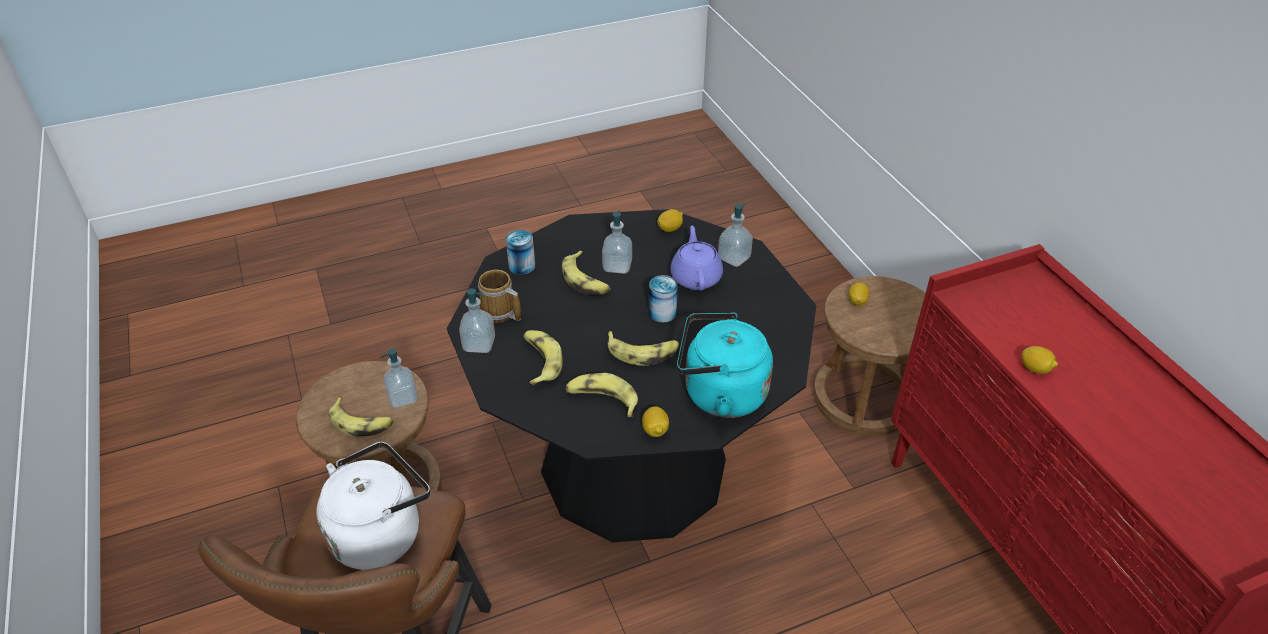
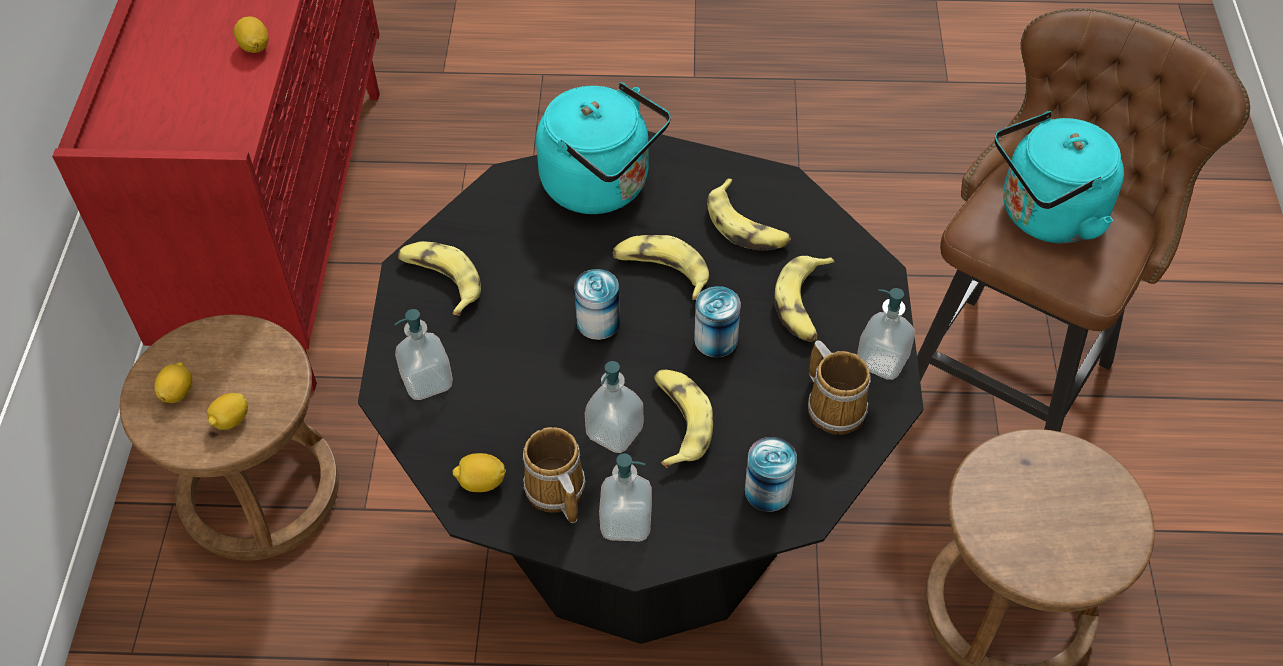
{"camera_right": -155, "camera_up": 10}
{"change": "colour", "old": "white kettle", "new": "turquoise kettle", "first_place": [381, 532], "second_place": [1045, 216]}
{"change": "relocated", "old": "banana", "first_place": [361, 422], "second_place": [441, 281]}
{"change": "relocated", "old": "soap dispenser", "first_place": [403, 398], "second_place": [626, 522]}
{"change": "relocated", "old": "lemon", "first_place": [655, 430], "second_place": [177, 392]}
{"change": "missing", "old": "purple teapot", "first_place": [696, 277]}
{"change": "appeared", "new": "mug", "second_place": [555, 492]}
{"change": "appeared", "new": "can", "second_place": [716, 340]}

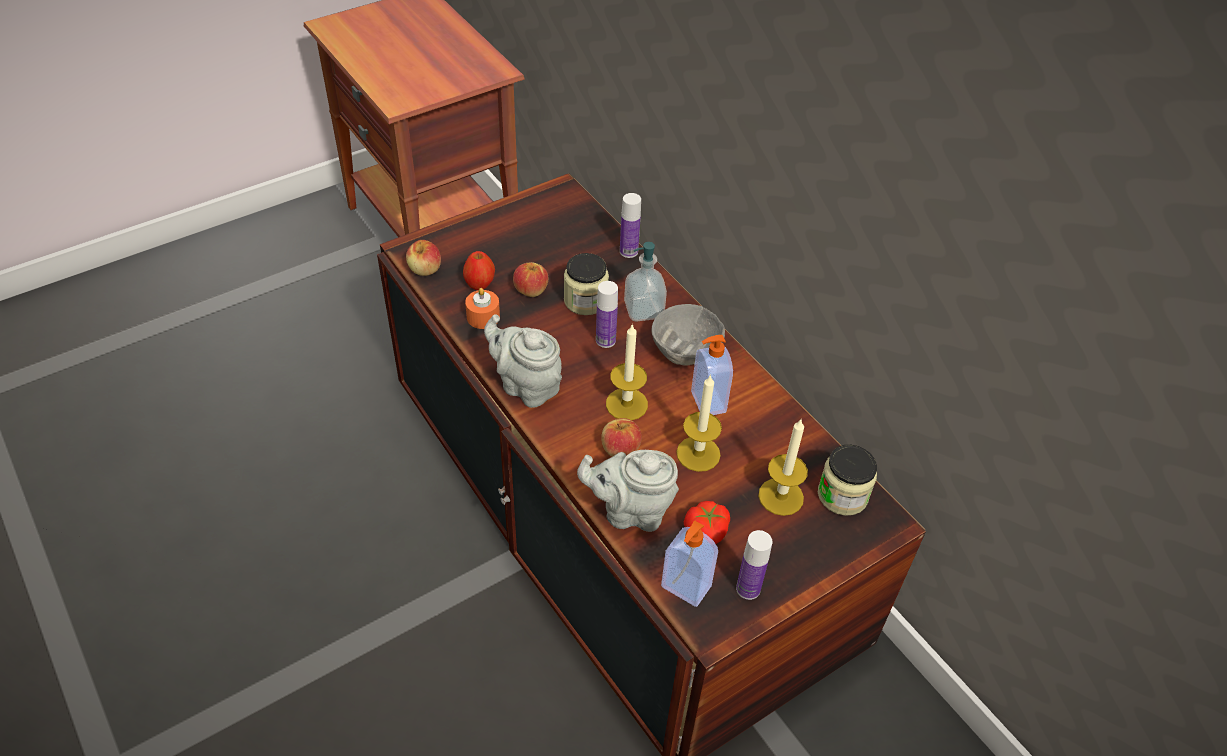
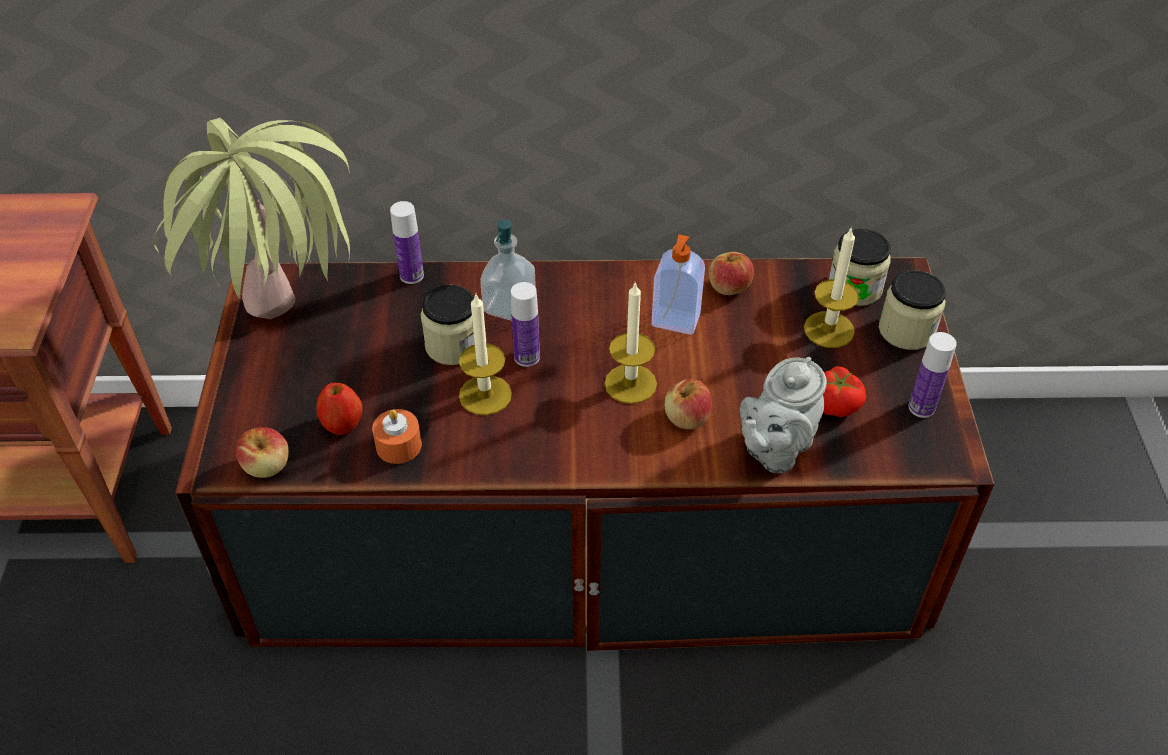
{"camera_right": -55, "camera_up": 0}
{"change": "missing", "old": "grey teapot", "first_place": [526, 386]}
{"change": "relocated", "old": "apple", "first_place": [530, 290], "second_place": [728, 287]}
{"change": "missing", "old": "grey bowl", "first_place": [686, 350]}
{"change": "missing", "old": "soap dispenser", "first_place": [685, 588]}
{"change": "relocated", "old": "candle", "first_place": [698, 454], "second_place": [485, 395]}
{"change": "appeared", "new": "potted plant", "second_place": [288, 346]}
{"change": "appeared", "new": "jar", "second_place": [906, 330]}

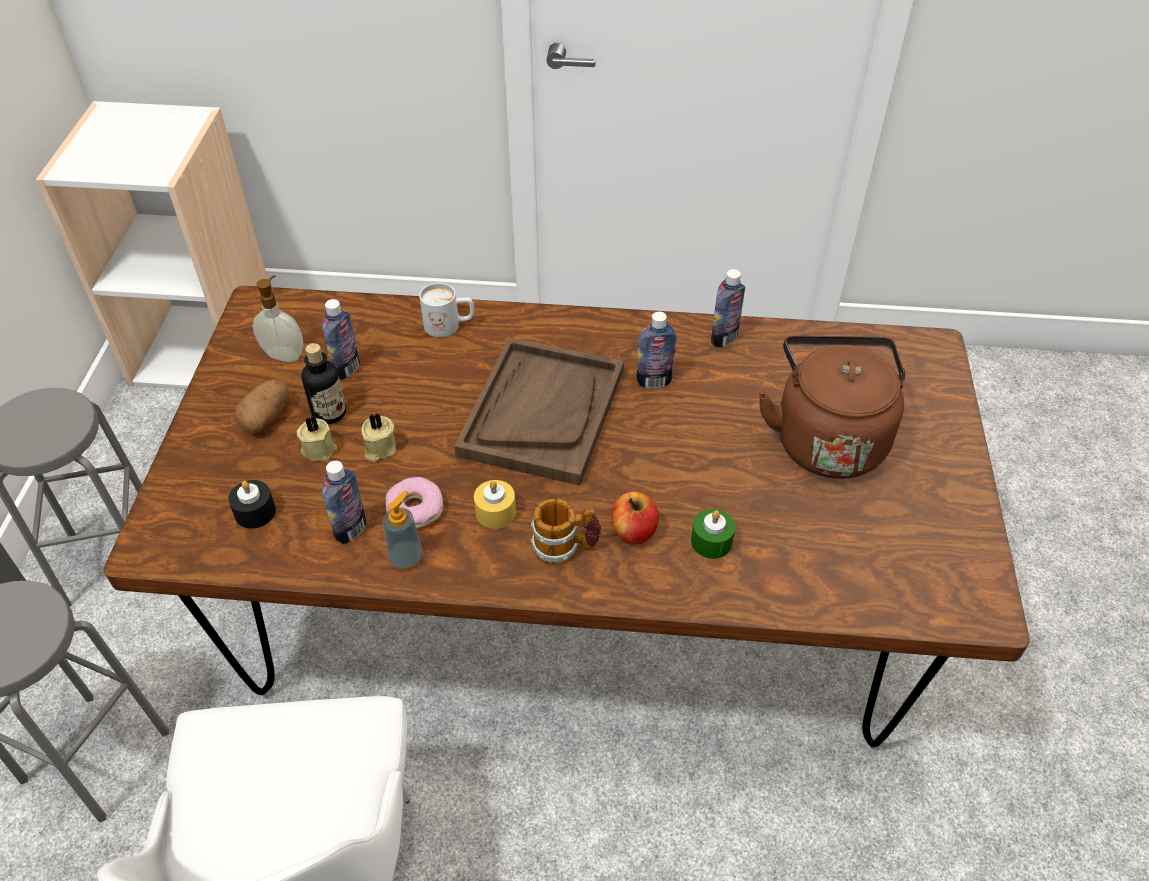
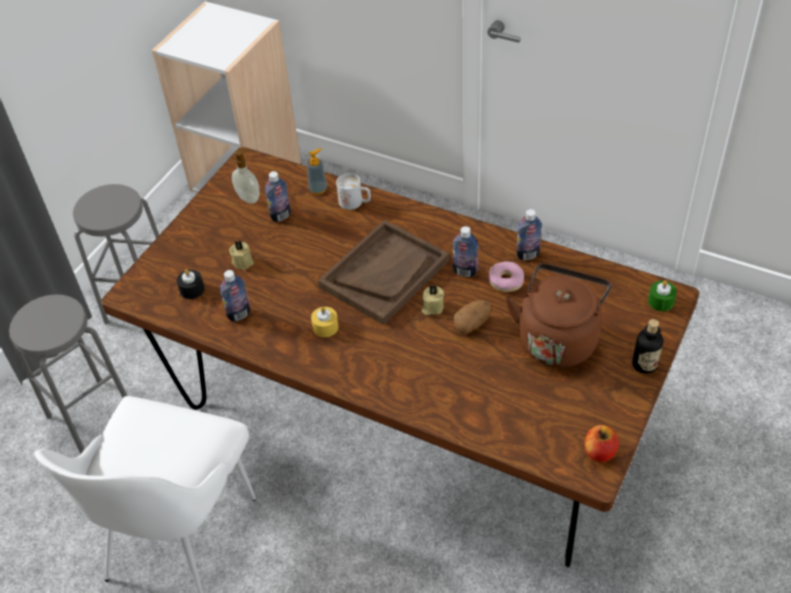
{"camera_right": 25, "camera_up": 0}
{"change": "relocated", "old": "potato", "first_place": [267, 417], "second_place": [472, 324]}
{"change": "relocated", "old": "bottle", "first_place": [329, 413], "second_place": [644, 364]}
{"change": "relocated", "old": "beige candle", "first_place": [379, 448], "second_place": [432, 307]}
{"change": "relocated", "old": "soap dispenser", "first_place": [406, 558], "second_place": [318, 189]}
{"change": "relocated", "old": "donut", "first_place": [415, 509], "second_place": [506, 281]}
{"change": "missing", "old": "mug", "first_place": [565, 547]}
{"change": "relocated", "old": "apple", "first_place": [634, 531], "second_place": [599, 452]}
{"change": "relocated", "old": "green candle", "first_place": [711, 541], "second_place": [661, 301]}

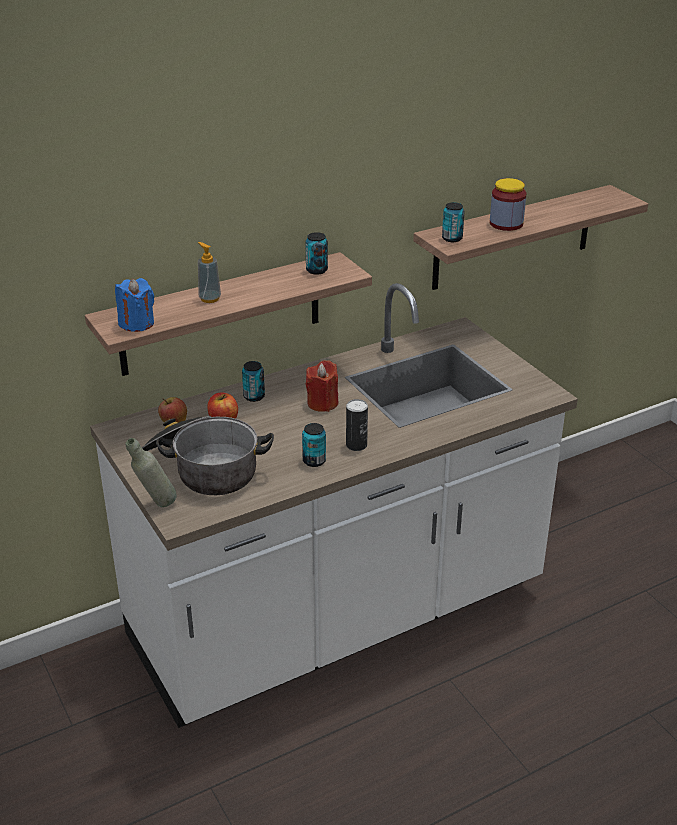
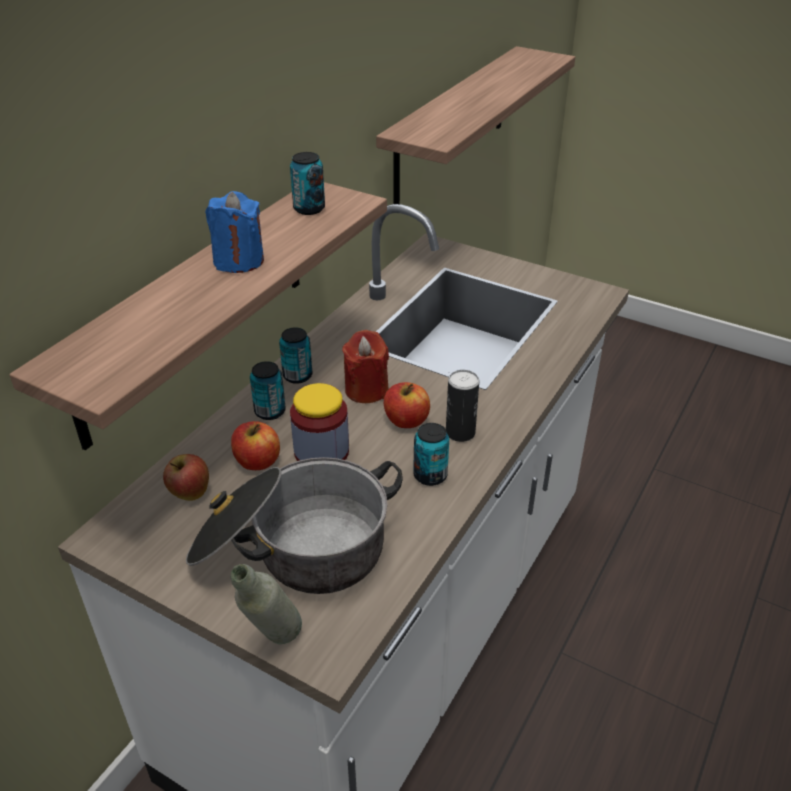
{"camera_right": -30, "camera_up": 5}
{"change": "relocated", "old": "blue candle", "first_place": [137, 323], "second_place": [239, 261]}
{"change": "missing", "old": "soap dispenser", "first_place": [210, 298]}
{"change": "relocated", "old": "can", "first_place": [452, 238], "second_place": [297, 376]}
{"change": "relocated", "old": "jar", "first_place": [506, 224], "second_place": [321, 452]}
{"change": "appeared", "new": "apple", "second_place": [406, 420]}

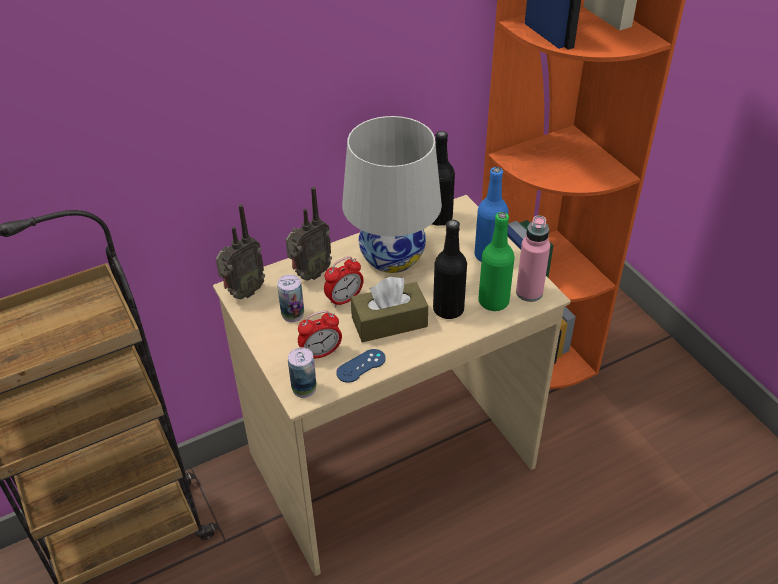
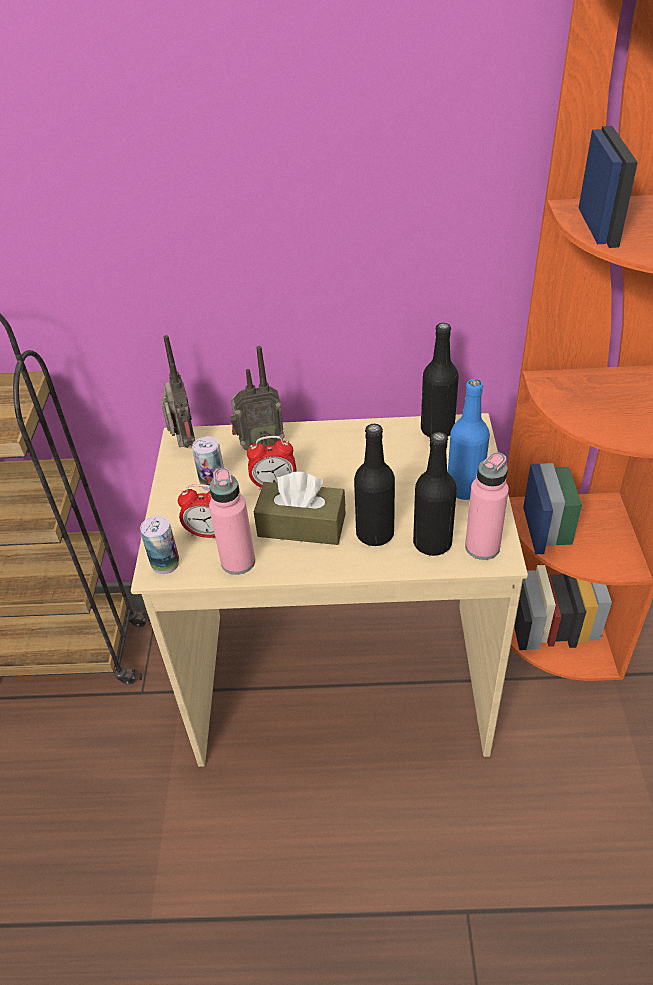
{"camera_right": 30, "camera_up": 0}
{"change": "spun", "old": "radio", "first_place": [243, 292], "second_place": [184, 445], "degrees": -90}
{"change": "exchanged", "old": "blue game controller", "new": "pink bottle", "first_place": [361, 366], "second_place": [238, 561]}
{"change": "missing", "old": "white table lamp", "first_place": [392, 256]}
{"change": "colour", "old": "green bottle", "new": "black bottle", "first_place": [493, 301], "second_place": [432, 543]}

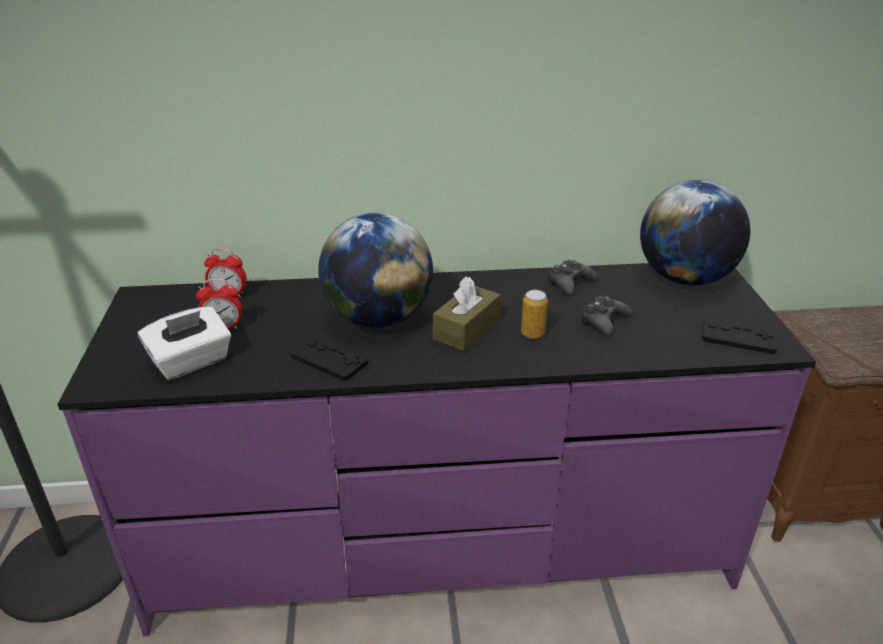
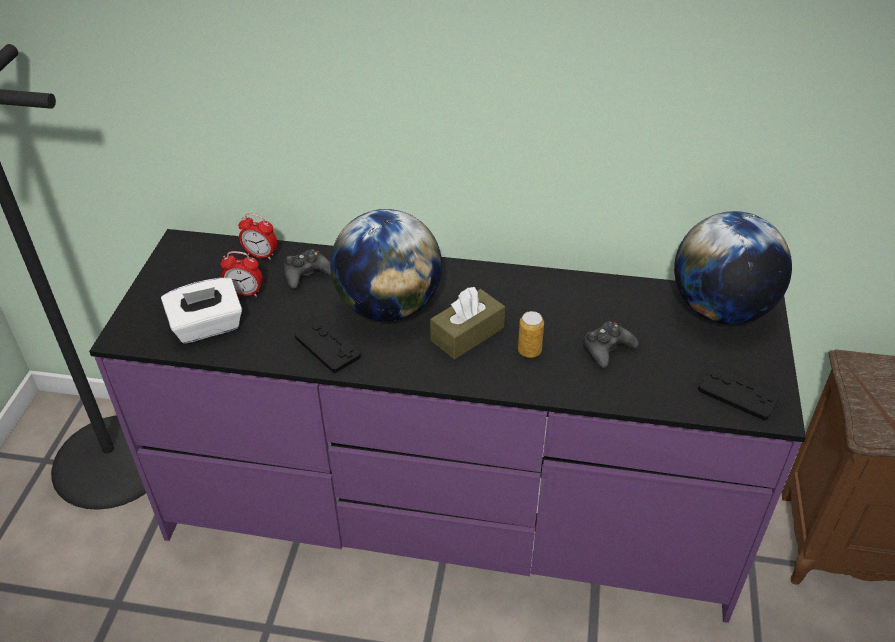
{"camera_right": 15, "camera_up": 10}
{"change": "relocated", "old": "black game controller", "first_place": [569, 283], "second_place": [307, 274]}

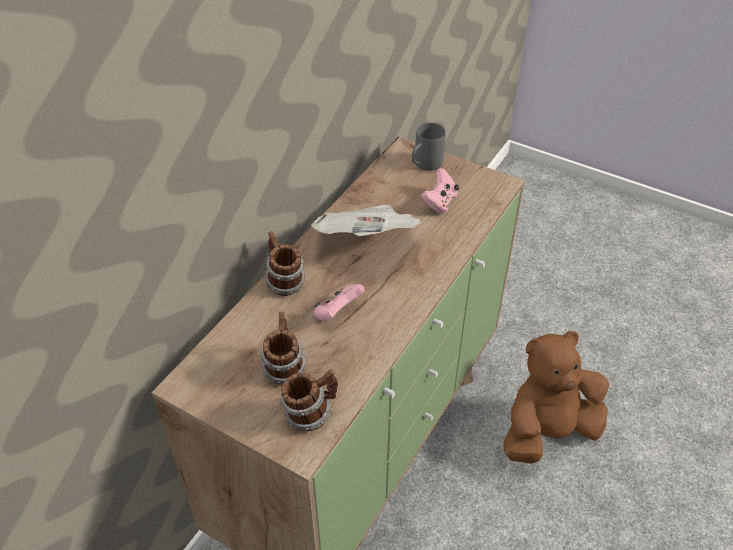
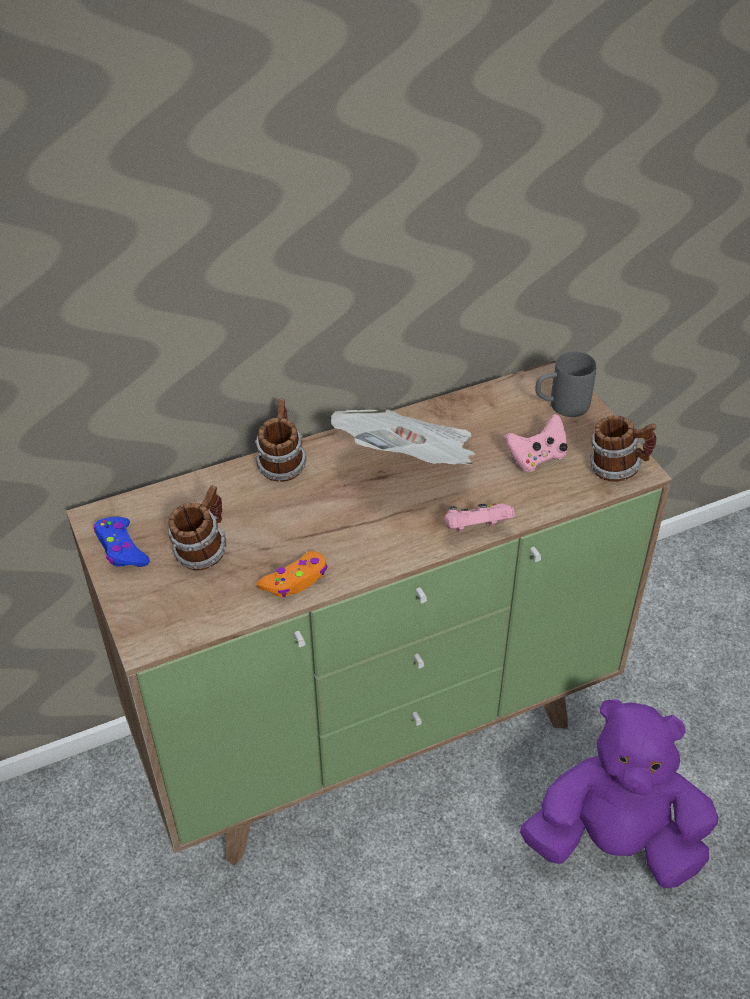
{"camera_right": 35, "camera_up": 0}
{"change": "relocated", "old": "mug", "first_place": [311, 413], "second_place": [617, 469]}
{"change": "relocated", "old": "pink game controller", "first_place": [337, 313], "second_place": [475, 529]}
{"change": "colour", "old": "brown plush toy", "new": "purple plush toy", "first_place": [547, 431], "second_place": [614, 842]}
{"change": "appeared", "new": "blue game controller", "second_place": [121, 549]}
{"change": "appeared", "new": "orange game controller", "second_place": [295, 580]}

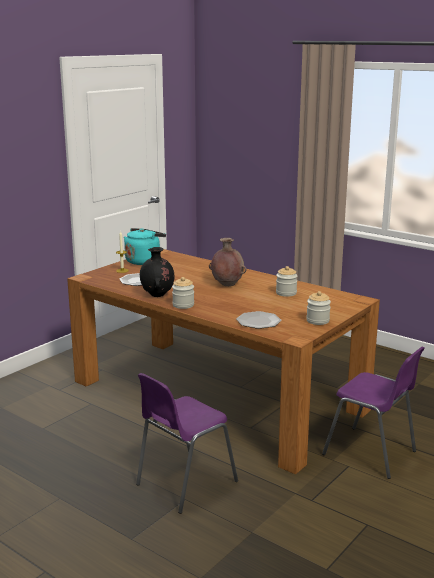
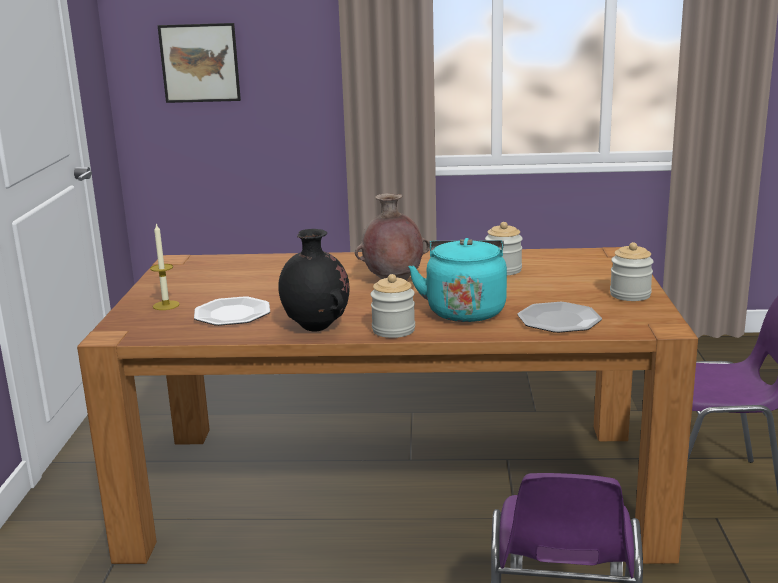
{"camera_right": -35, "camera_up": 0}
{"change": "relocated", "old": "turquoise kettle", "first_place": [144, 261], "second_place": [465, 310]}
{"change": "appeared", "new": "picture", "second_place": [200, 63]}

